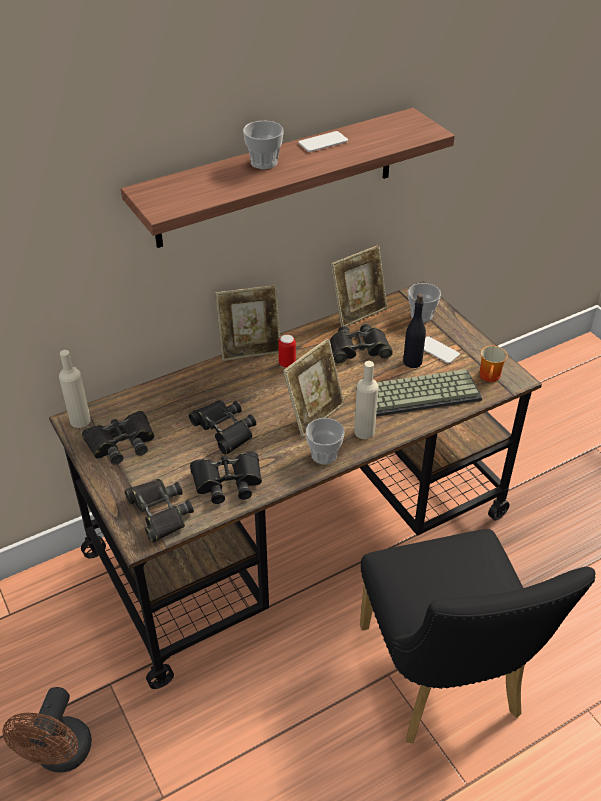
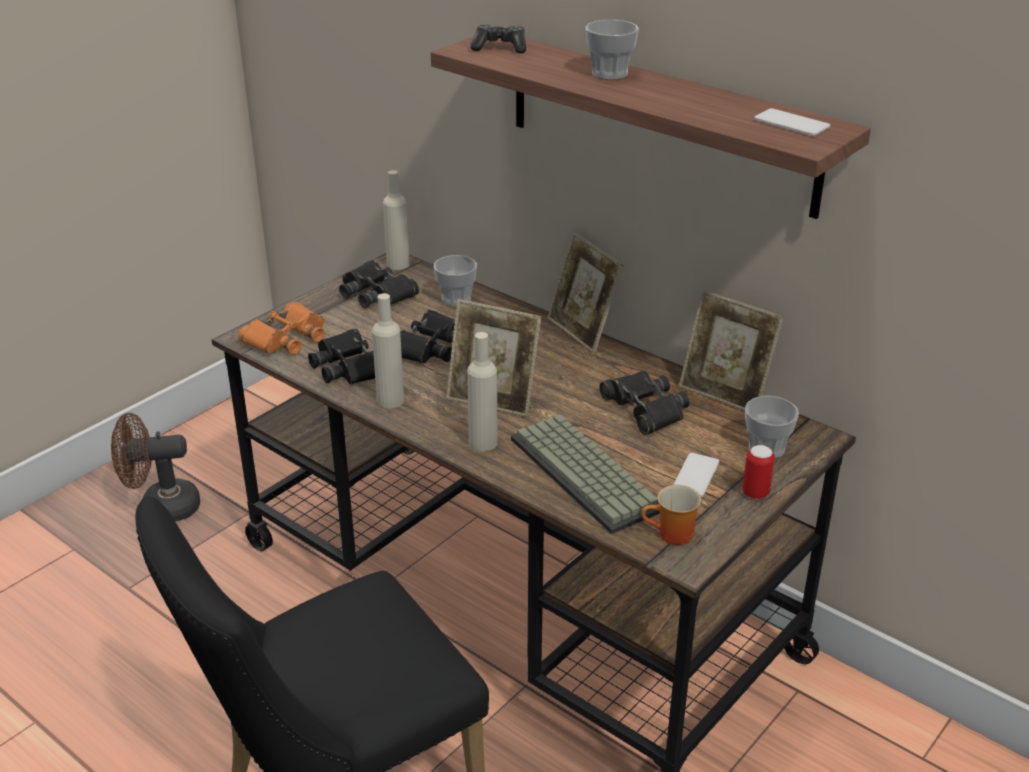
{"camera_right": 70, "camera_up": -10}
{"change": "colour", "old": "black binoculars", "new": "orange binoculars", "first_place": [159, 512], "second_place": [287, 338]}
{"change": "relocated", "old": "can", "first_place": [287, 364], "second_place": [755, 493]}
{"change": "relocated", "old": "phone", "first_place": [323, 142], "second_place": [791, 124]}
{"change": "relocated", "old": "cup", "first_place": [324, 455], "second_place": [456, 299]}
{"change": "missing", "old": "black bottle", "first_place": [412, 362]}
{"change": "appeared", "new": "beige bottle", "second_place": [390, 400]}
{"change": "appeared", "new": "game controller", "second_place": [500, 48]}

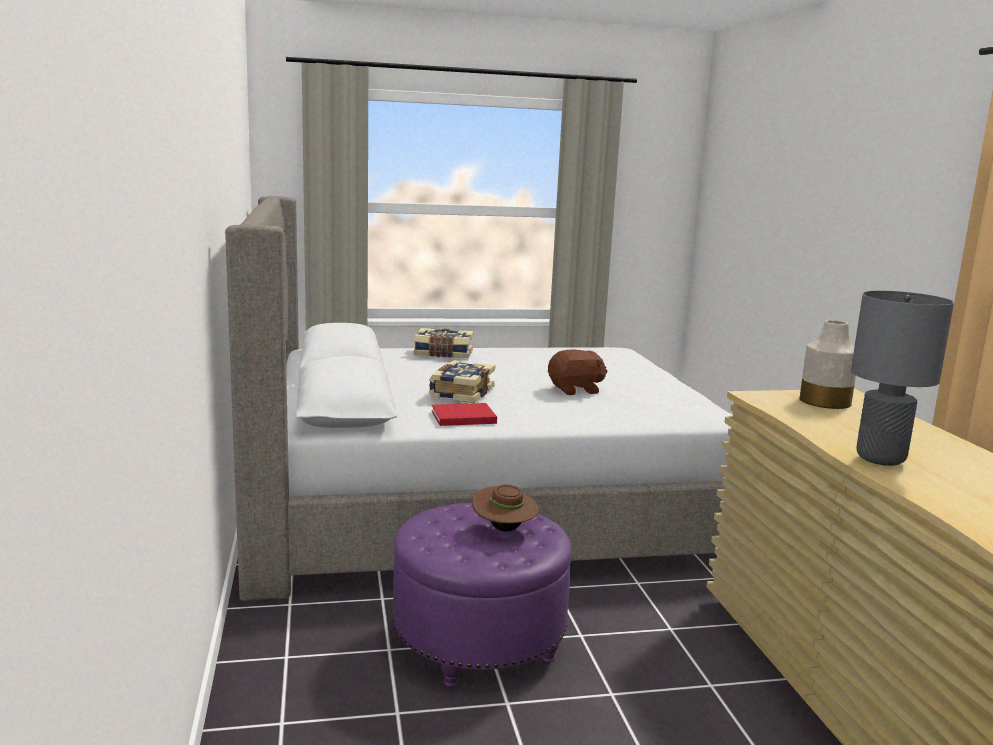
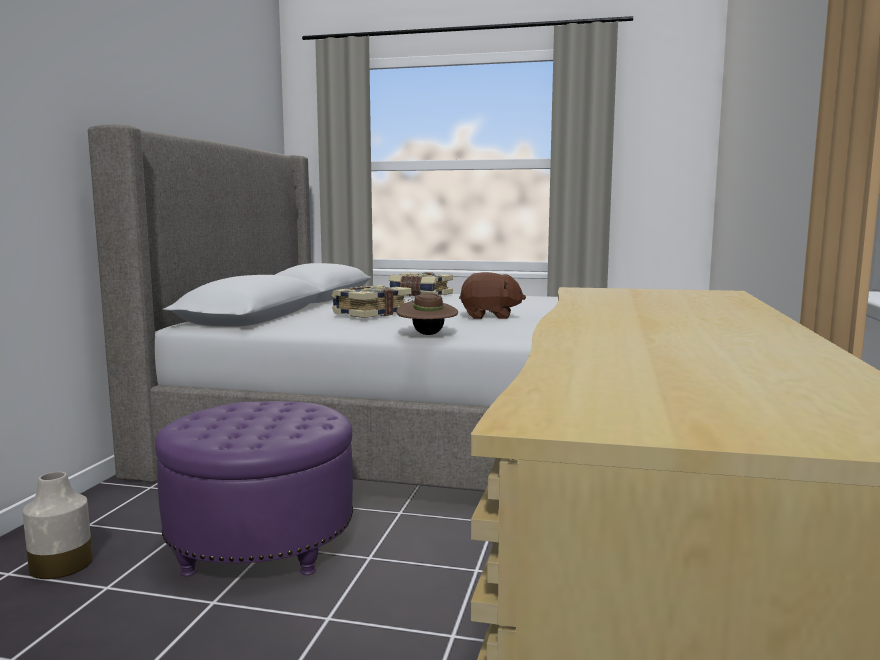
{"camera_right": 25, "camera_up": -5}
{"change": "missing", "old": "red book", "first_place": [461, 417]}
{"change": "relocated", "old": "brown hat", "first_place": [504, 529], "second_place": [427, 334]}
{"change": "relocated", "old": "beige vase", "first_place": [825, 401], "second_place": [61, 564]}
{"change": "missing", "old": "grey table lamp", "first_place": [881, 461]}

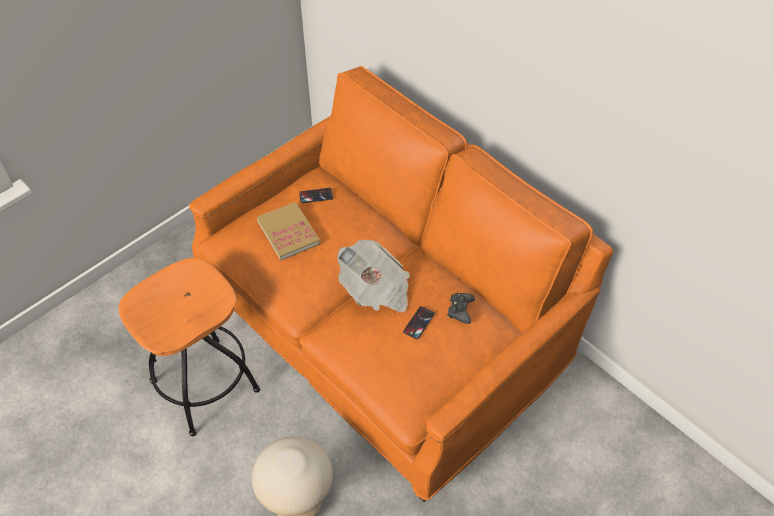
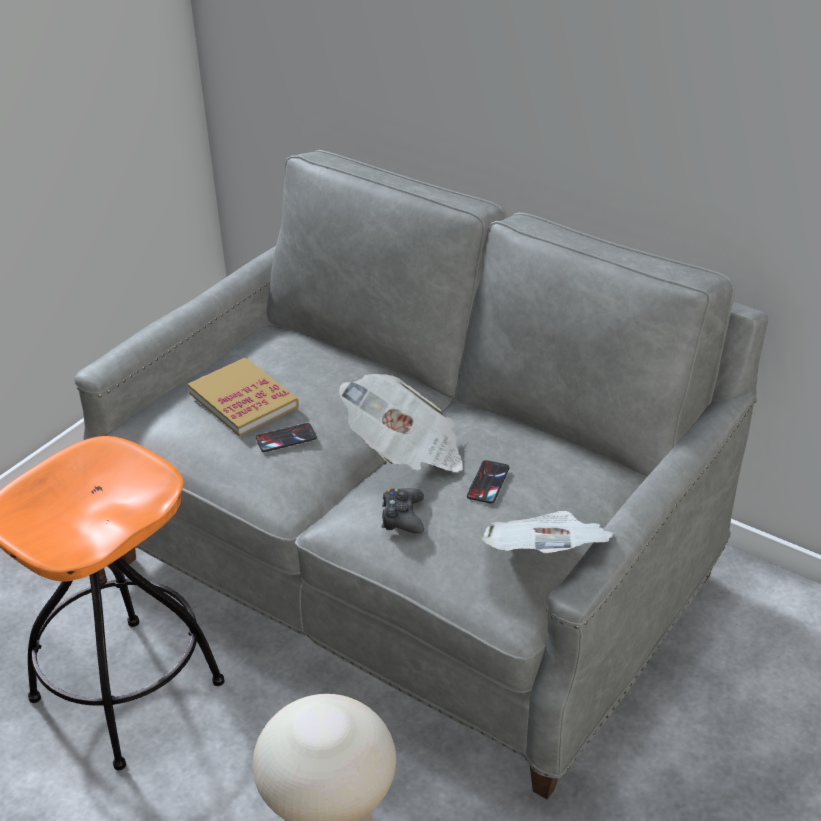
{"camera_right": -10, "camera_up": -15}
{"change": "colour", "old": "orange sofa", "new": "grey sofa", "first_place": [387, 328], "second_place": [415, 561]}
{"change": "relocated", "old": "phone", "first_place": [316, 195], "second_place": [286, 438]}
{"change": "relocated", "old": "black game controller", "first_place": [460, 310], "second_place": [403, 517]}
{"change": "appeared", "new": "newspaper", "second_place": [546, 558]}

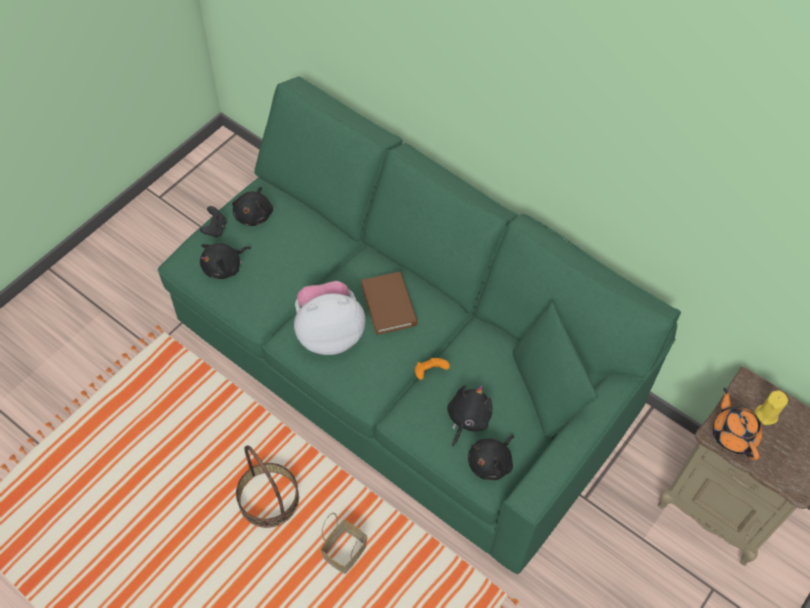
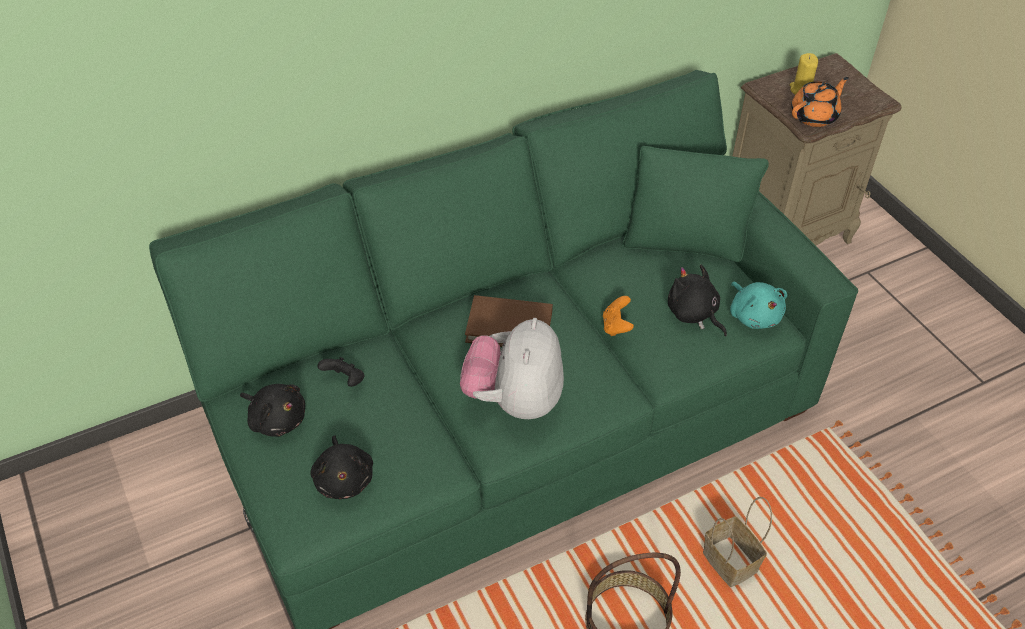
{"camera_right": -65, "camera_up": -10}
{"change": "relocated", "old": "black game controller", "first_place": [215, 229], "second_place": [345, 381]}
{"change": "colour", "old": "black plush toy", "new": "turquoise plush toy", "first_place": [491, 463], "second_place": [754, 315]}
{"change": "spun", "old": "orange teapot", "first_place": [733, 434], "second_place": [814, 116], "degrees": 135}

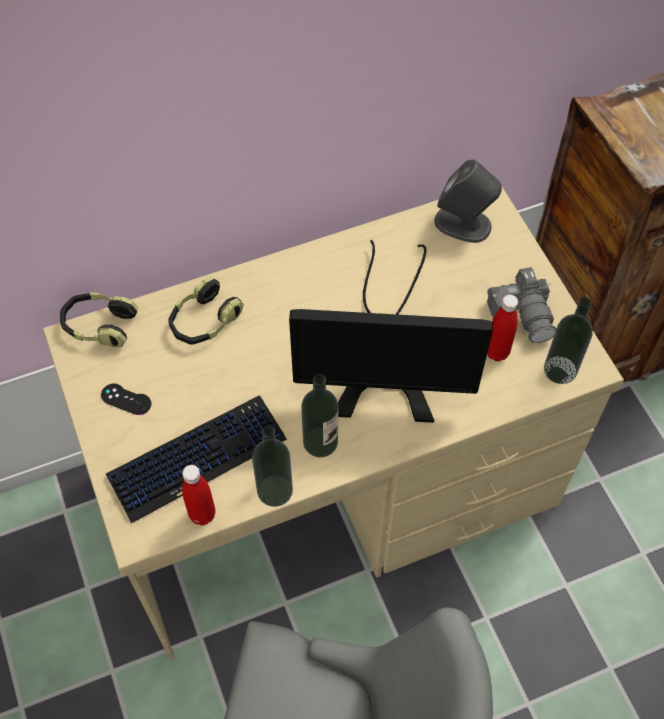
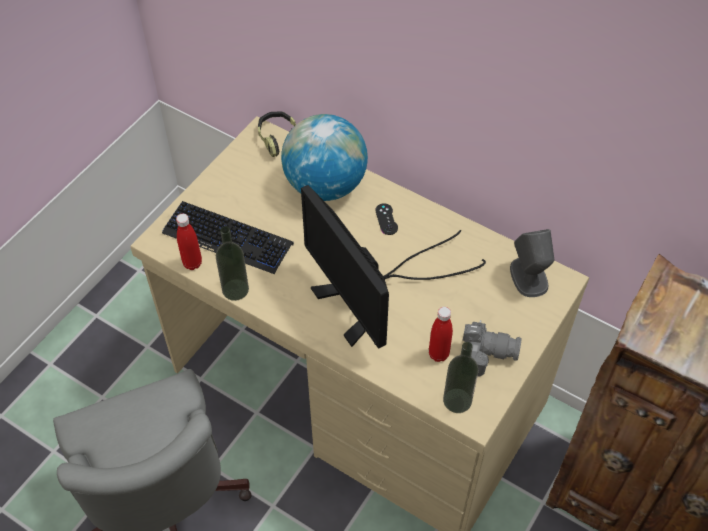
{"camera_right": 55, "camera_up": -5}
{"change": "relocated", "old": "black game controller", "first_place": [126, 399], "second_place": [386, 219]}
{"change": "exchanged", "old": "headphones", "new": "globe", "first_place": [204, 321], "second_place": [325, 185]}
{"change": "missing", "old": "bottle", "first_place": [320, 442]}
{"change": "spun", "old": "photo camera", "first_place": [524, 314], "second_place": [485, 354], "degrees": -120}

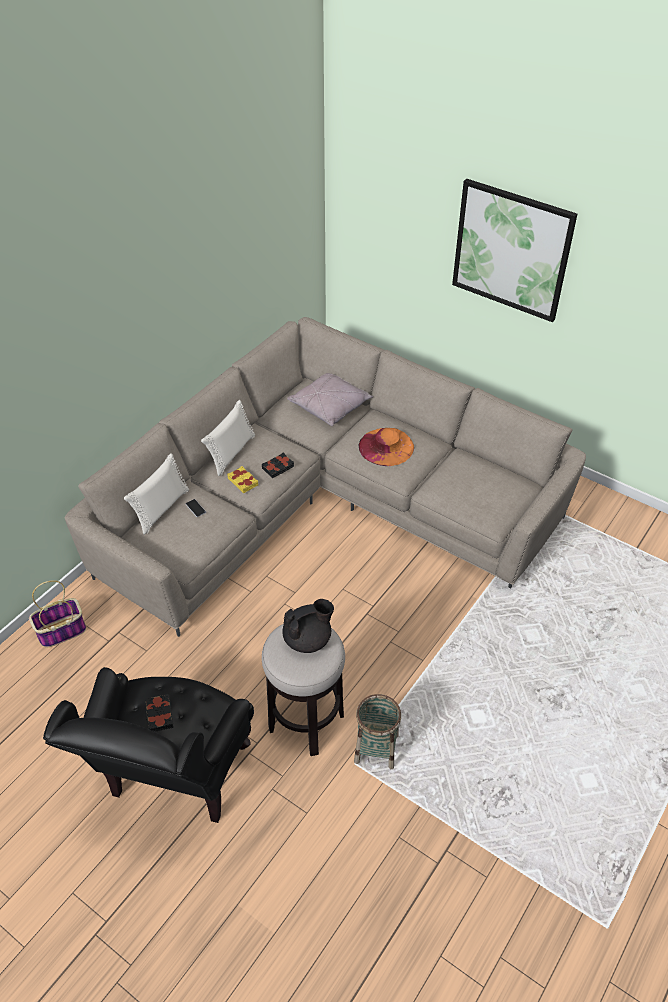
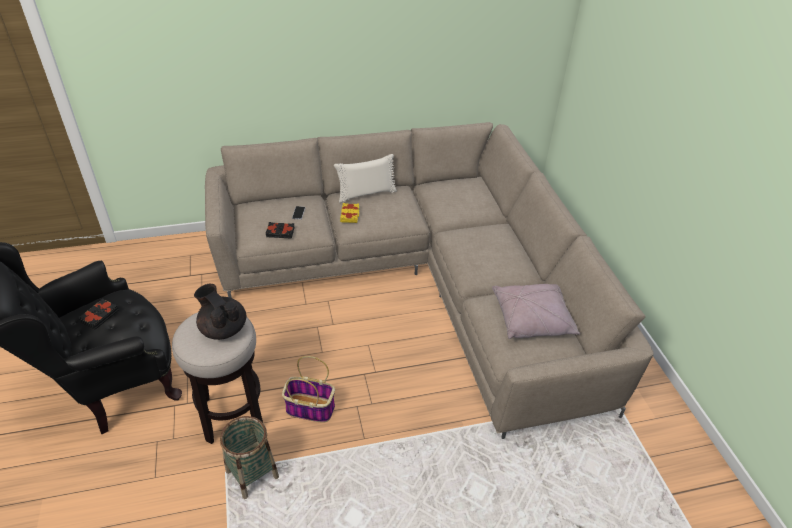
{"camera_right": 40, "camera_up": -5}
{"change": "relocated", "old": "basket", "first_place": [61, 632], "second_place": [309, 408]}
{"change": "missing", "old": "white pillow", "first_place": [161, 509]}
{"change": "relocated", "old": "black book", "first_place": [278, 467], "second_place": [280, 233]}
{"change": "spun", "old": "black teapot", "first_place": [308, 639], "second_place": [223, 328], "degrees": -150}
{"change": "relocated", "old": "purple pillow", "first_place": [330, 406], "second_place": [532, 319]}
{"change": "missing", "old": "orange hat", "first_place": [386, 446]}
{"change": "missing", "old": "picture", "first_place": [511, 250]}

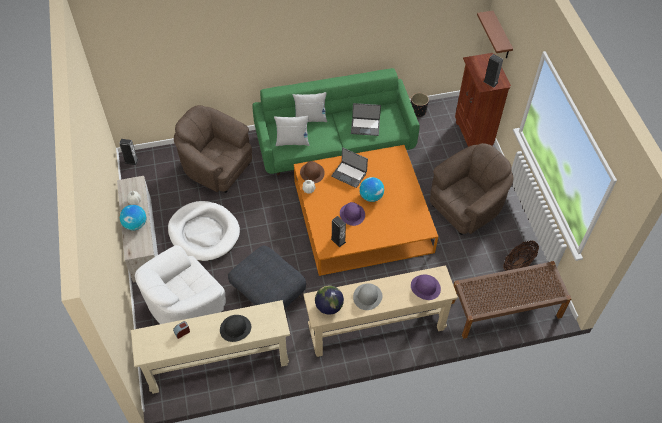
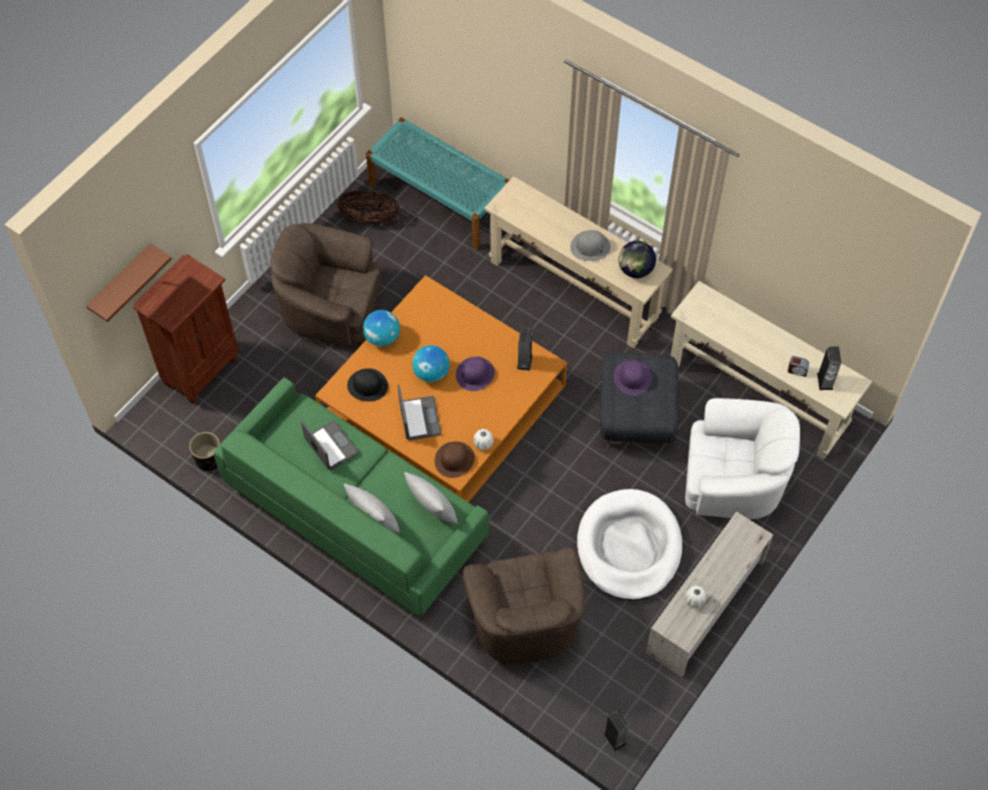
{"camera_right": -130, "camera_up": 5}
{"change": "relocated", "old": "globe", "first_place": [135, 224], "second_place": [382, 338]}
{"change": "relocated", "old": "black hat", "first_place": [235, 328], "second_place": [367, 385]}
{"change": "relocated", "old": "purple hat", "first_place": [425, 287], "second_place": [632, 377]}
{"change": "colour", "old": "brown bench", "new": "turquoise bench", "first_place": [505, 309], "second_place": [440, 198]}
{"change": "relocated", "old": "speaker", "first_place": [490, 82], "second_place": [825, 381]}

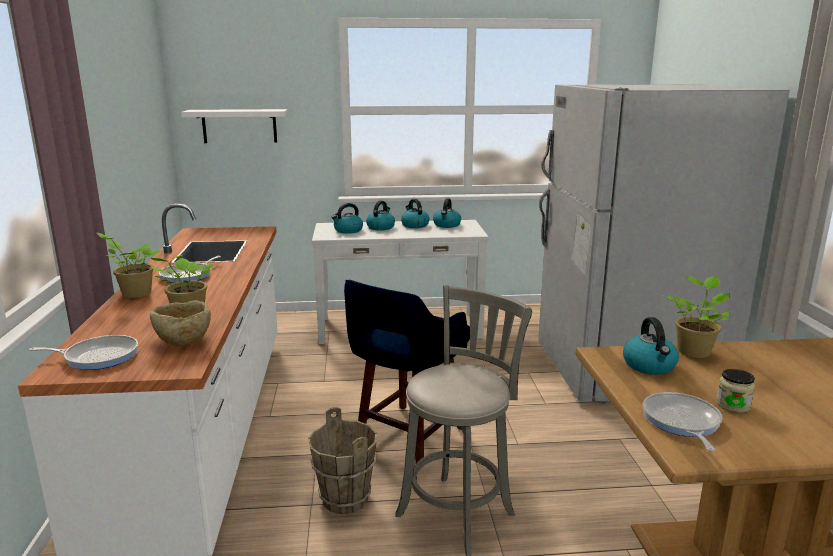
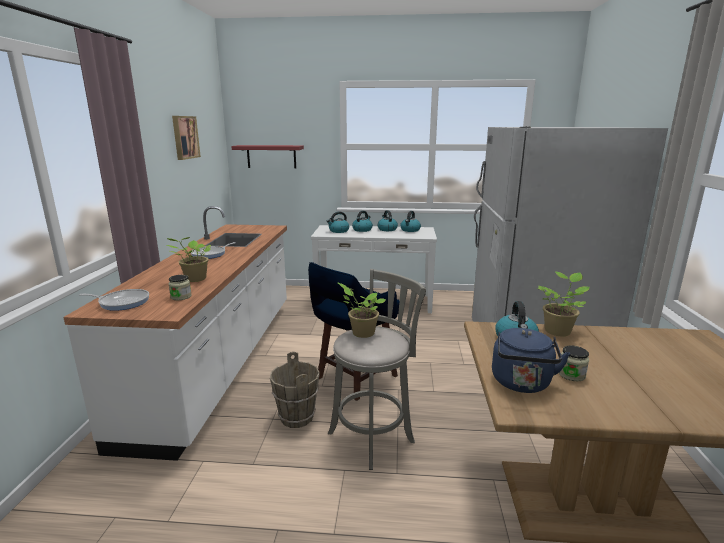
{"camera_right": 10, "camera_up": 0}
{"change": "relocated", "old": "potted plant", "first_place": [134, 294], "second_place": [361, 333]}
{"change": "exchanged", "old": "beige bowl", "new": "jar", "first_place": [183, 342], "second_place": [181, 297]}
{"change": "colour", "old": "white shelf", "new": "red shelf", "first_place": [239, 126], "second_place": [271, 156]}
{"change": "exchanged", "old": "frying pan", "new": "blue kettle", "first_place": [681, 422], "second_place": [522, 384]}
{"change": "appeared", "new": "picture", "second_place": [184, 137]}

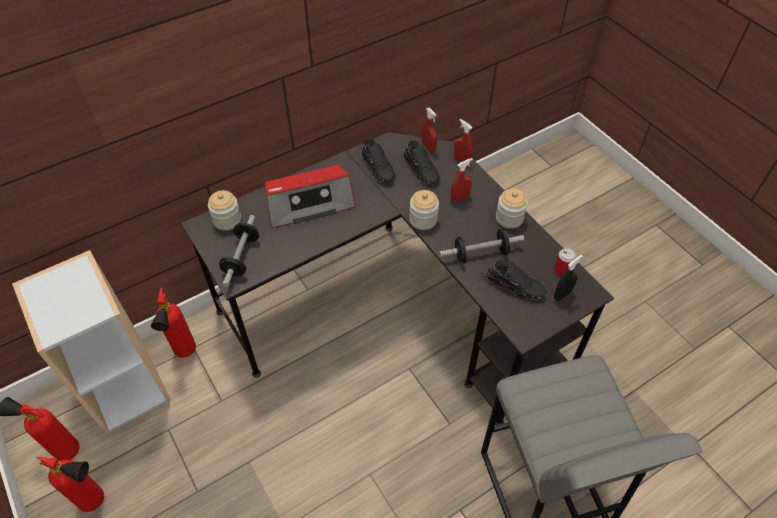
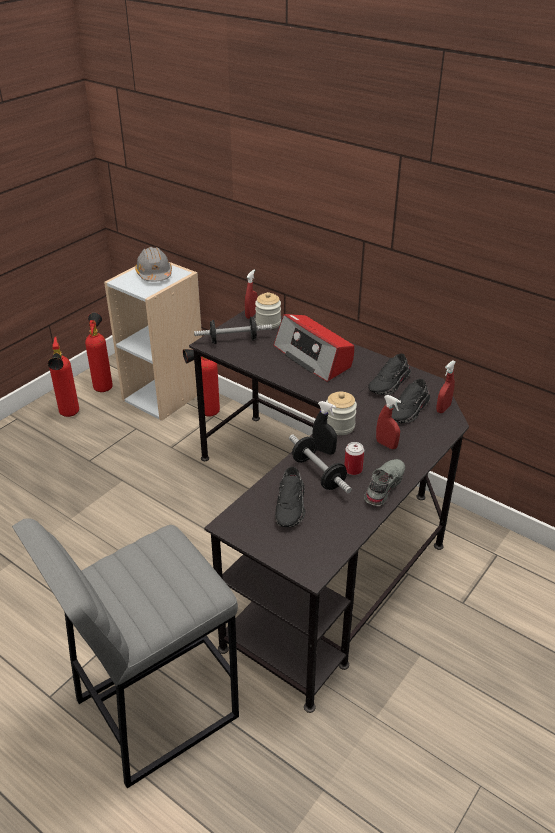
{"camera_right": 70, "camera_up": -15}
{"change": "relocated", "old": "red spray bottle", "first_place": [461, 160], "second_place": [251, 315]}
{"change": "exchanged", "old": "jar", "new": "grey shoe", "first_place": [509, 218], "second_place": [383, 486]}
{"change": "relocated", "old": "can", "first_place": [562, 270], "second_place": [353, 470]}
{"change": "relocated", "old": "black spray bottle", "first_place": [562, 294], "second_place": [324, 450]}
{"change": "appeared", "new": "grey hard hat", "second_place": [154, 274]}

